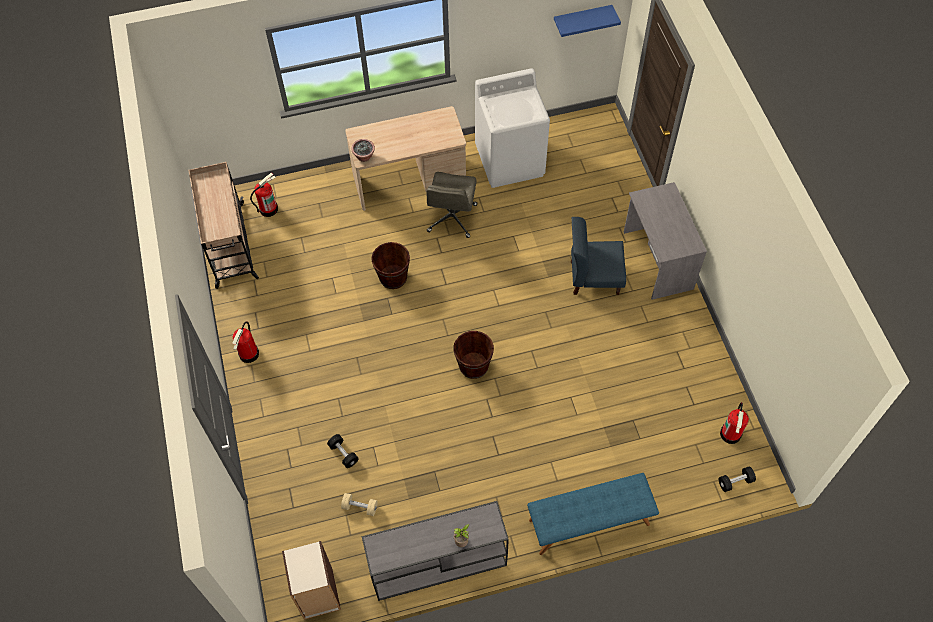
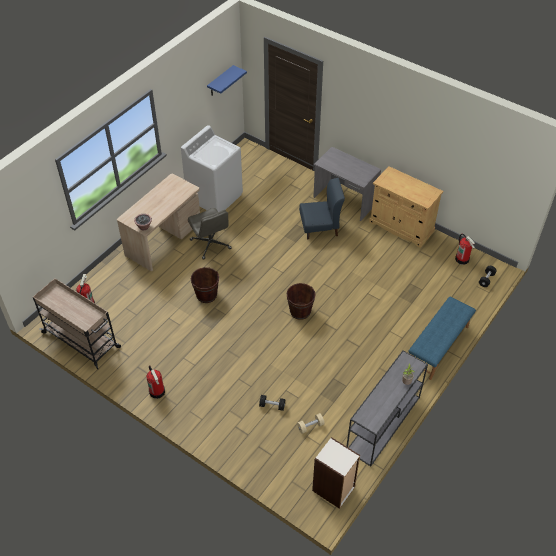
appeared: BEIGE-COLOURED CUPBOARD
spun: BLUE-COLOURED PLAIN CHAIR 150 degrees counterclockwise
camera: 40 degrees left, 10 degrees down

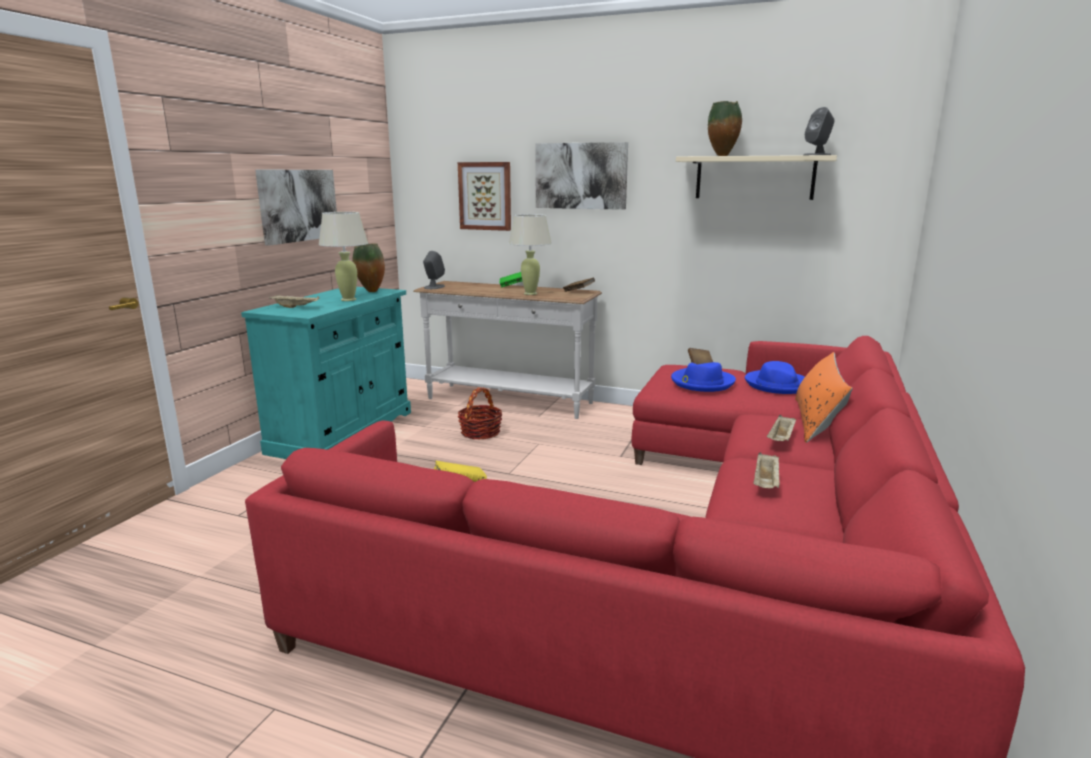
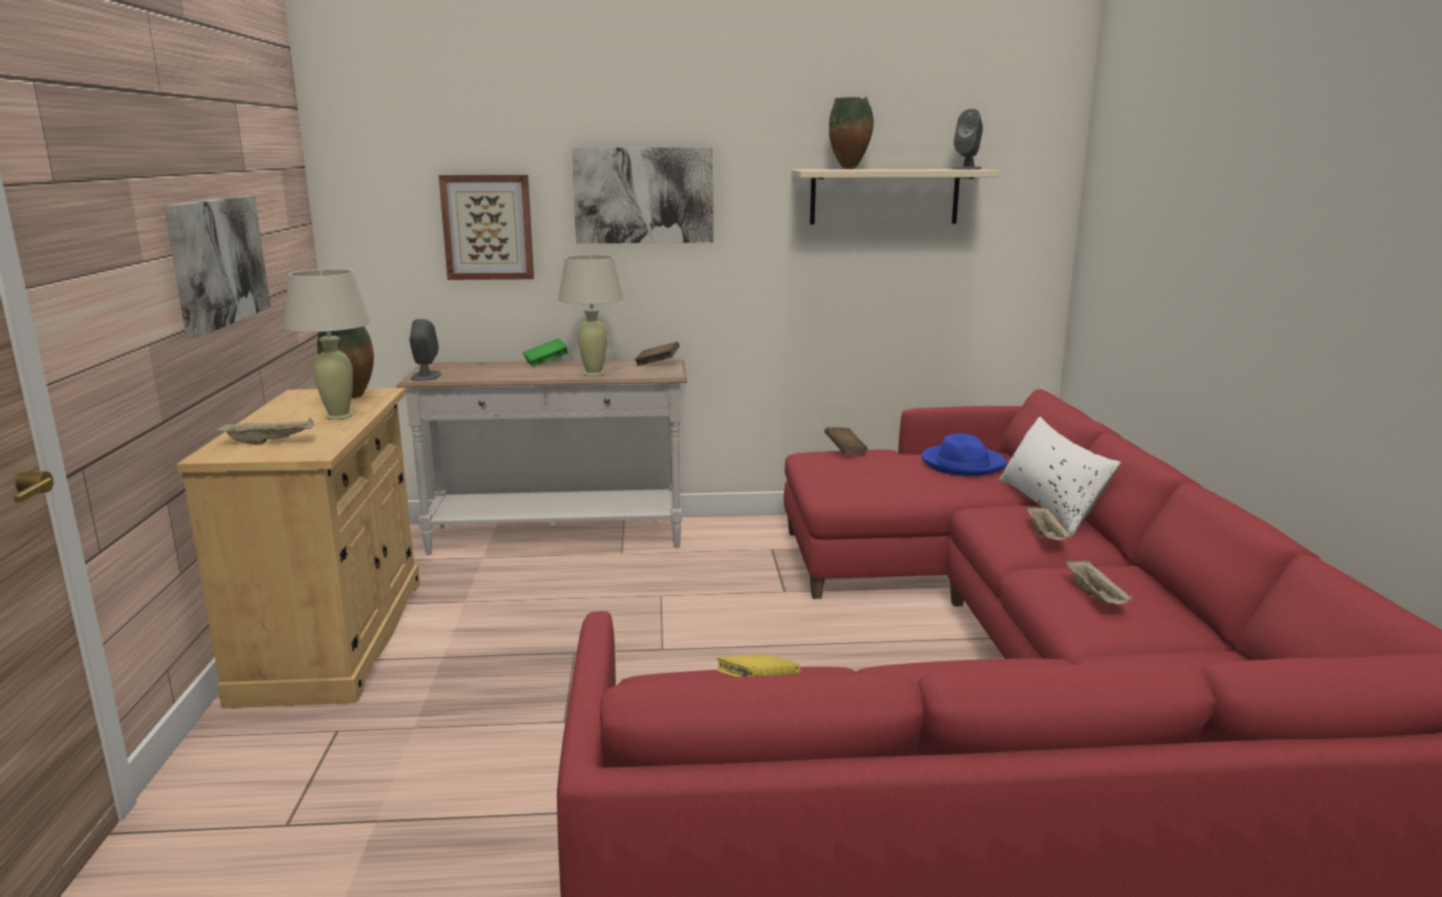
missing: STORAGE BASKET; BLUE-COLOURED CLOTHING HAT (no. 1 from left)
colour: BLUE-GREEN CUPBOARD to BEIGE-COLOURED CUPBOARD; ORANGE-COLOURED PILLOW to WHITISH PILLOW
camera: 25 degrees left, 0 degrees up

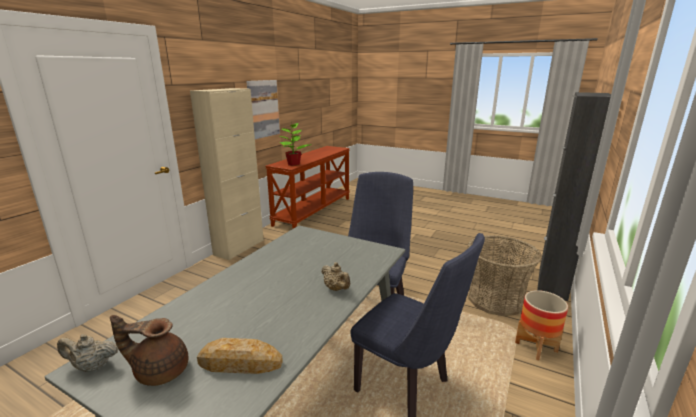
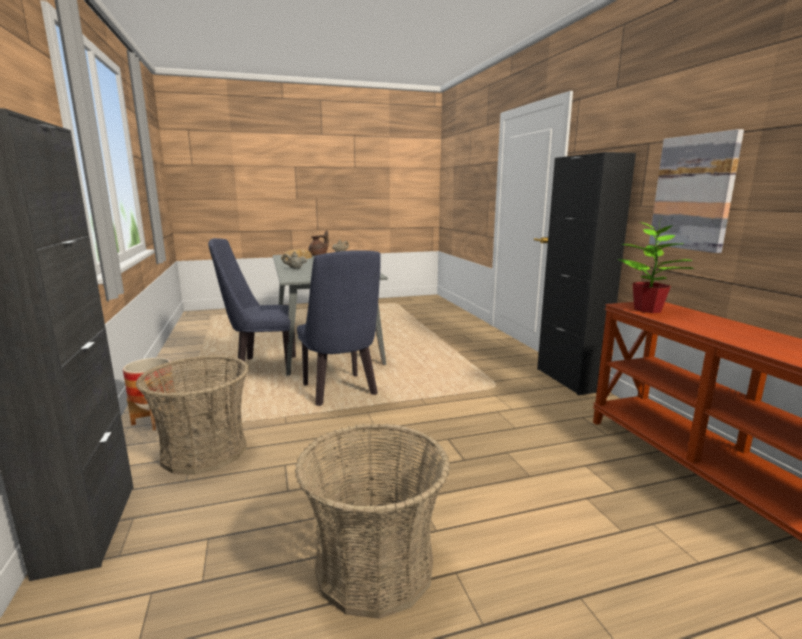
appeared: STORAGE BASKET (no. 2 from left)
colour: BEIGE-COLOURED CUPBOARD to BLACK-COLOURED CUPBOARD (no. 2 from left)
camera: 135 degrees right, 5 degrees down

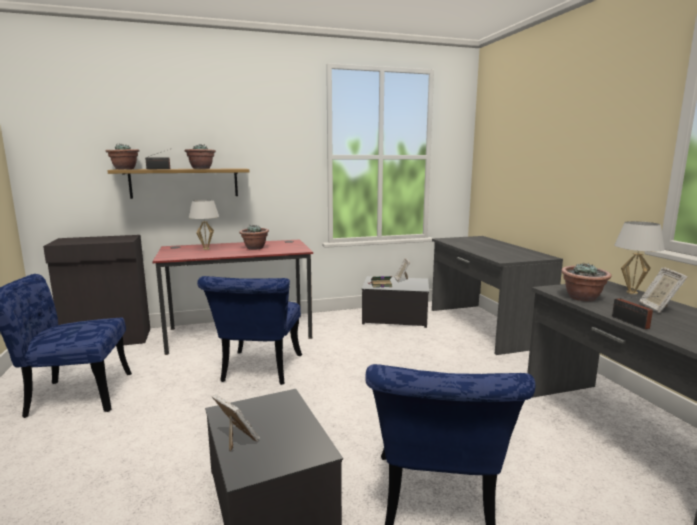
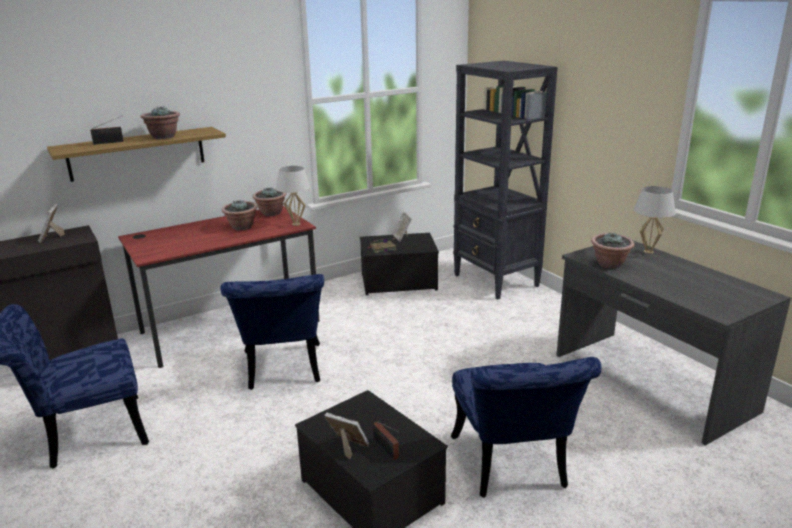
relocated: HOUSEPLANT (no. 1 from left in the first image) to HOUSEPLANT (no. 3 from left); WHITISH TABLETOP LAMP (no. 1 from left); RADIO RECEIVER (no. 2 from left); PICTURE FRAME (no. 3 from left in the first image) to PICTURE FRAME (no. 1 from left)
exchanged: GREYISH DESK UNIT (no. 1 from left) to BLACK-COLOURED BOOKCASE
camera: 15 degrees left, 10 degrees up

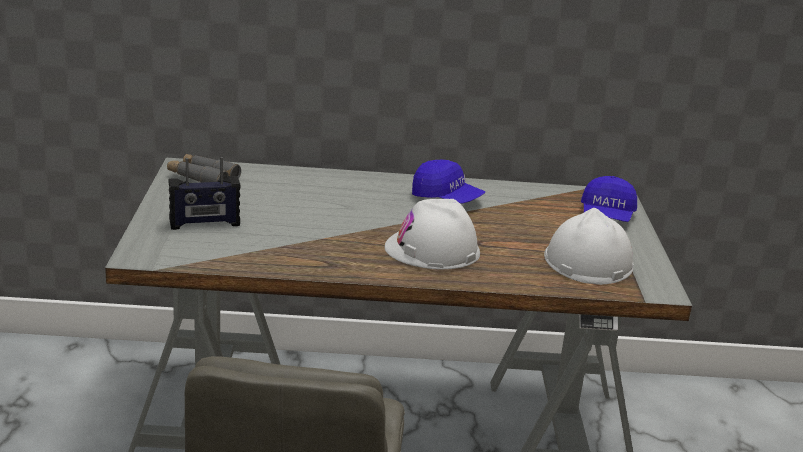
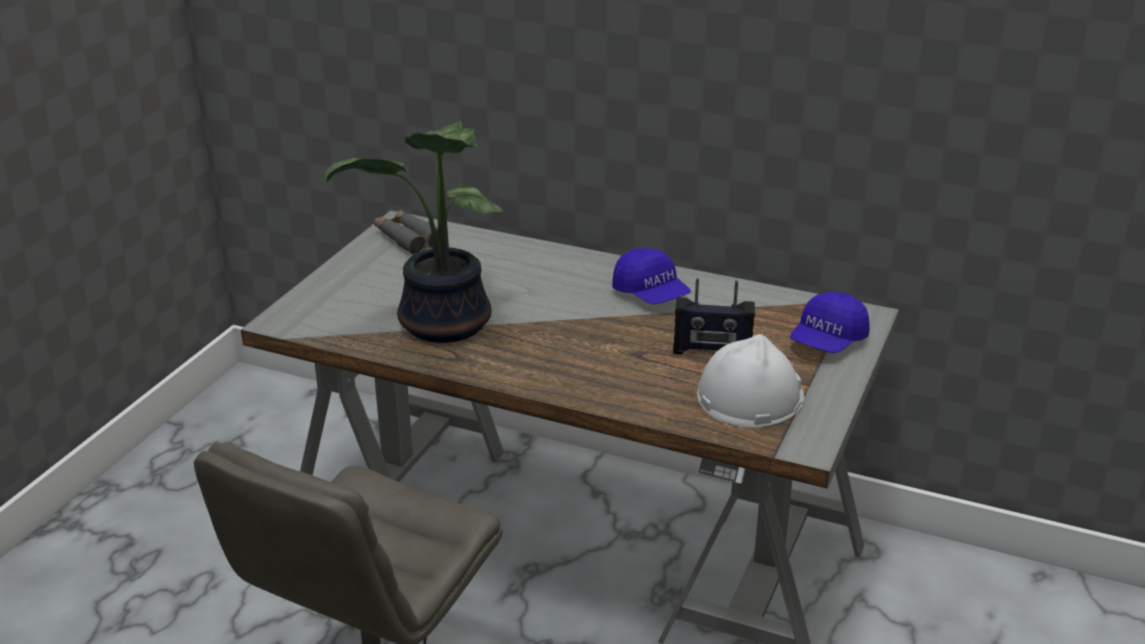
missing: WHITISH HARD HAT (no. 1 from left)
appeared: HOUSEPLANT
relocated: RADIO RECEIVER
camera: 25 degrees right, 5 degrees up

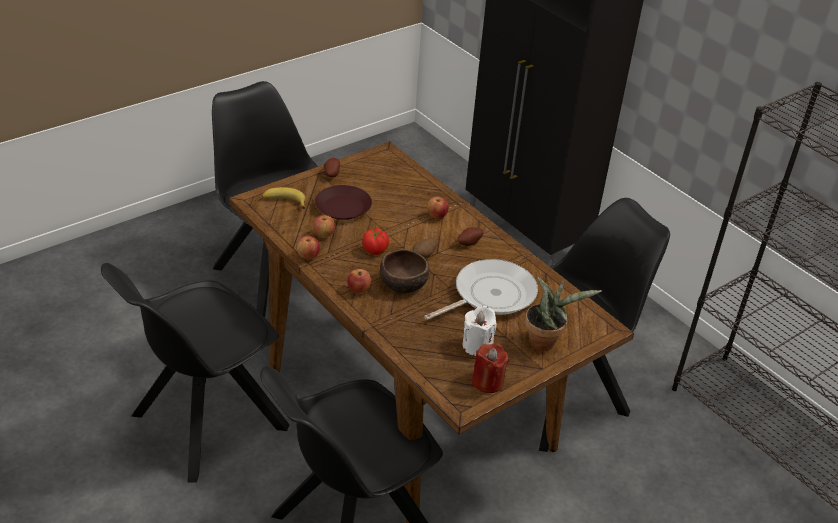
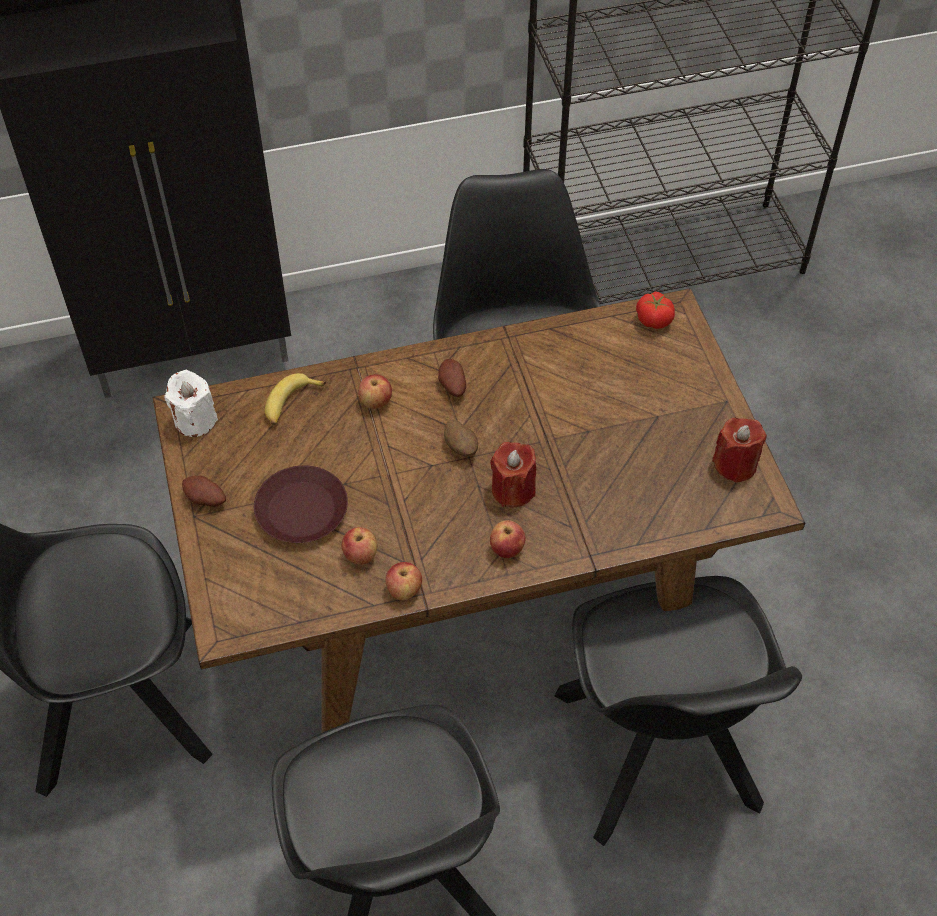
missing: SKILLET; HOUSEPLANT
relocated: BANANA; WHOLE TOMATO; WHITISH WAX CANDLE
exchanged: BROWN SERVING BOWL to REDDISH WAX CANDLE (no. 1 from left)
camera: 65 degrees left, 15 degrees up

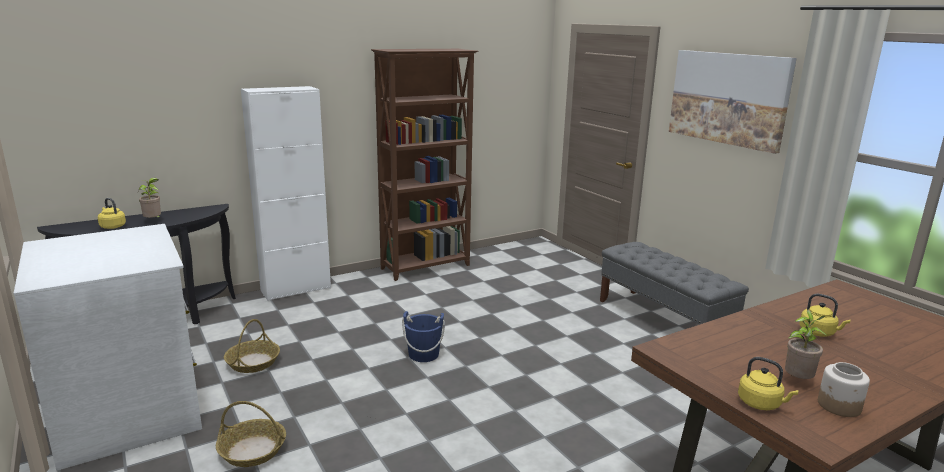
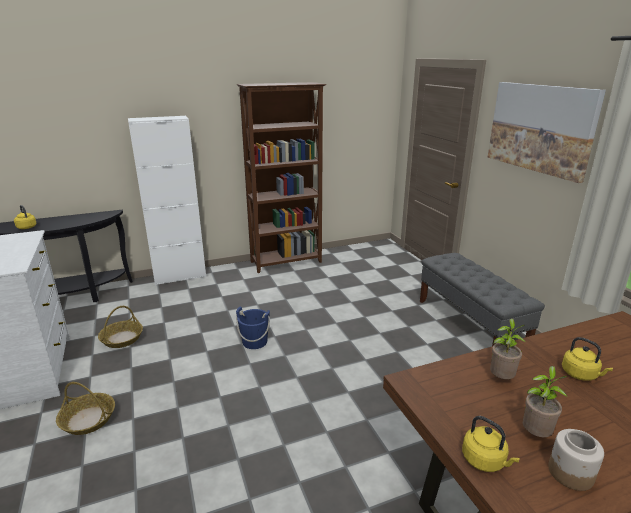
relocated: HOUSEPLANT (no. 1 from left)
camera: 10 degrees right, 5 degrees up

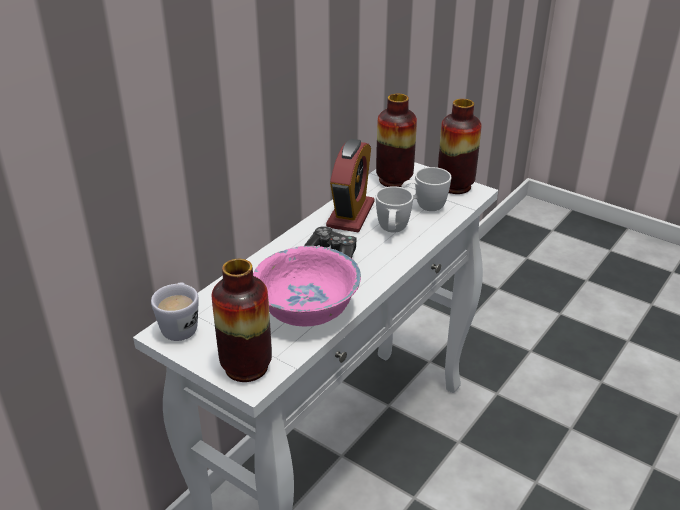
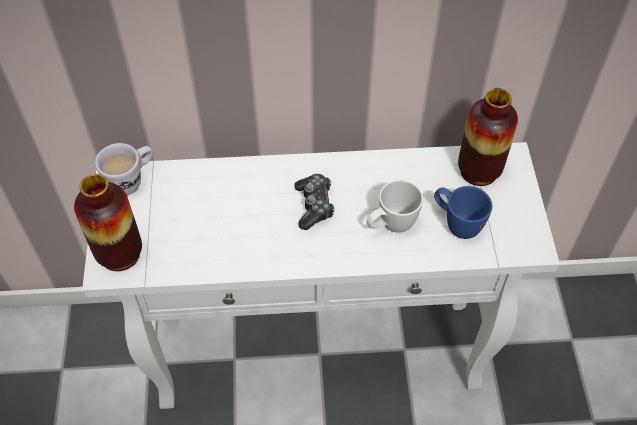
missing: PINK SERVING BOWL; ALARM CLOCK; DECORATIVE VASE (no. 3 from left)
colour: WHITISH TEA MUG (no. 3 from left) to BLUE-COLOURED TEA MUG
camera: 50 degrees right, 20 degrees up

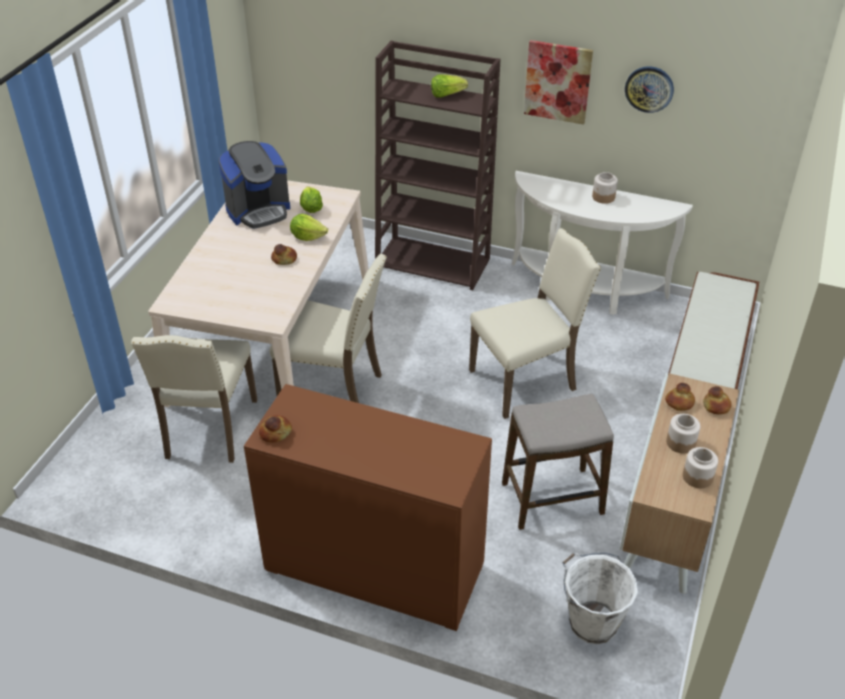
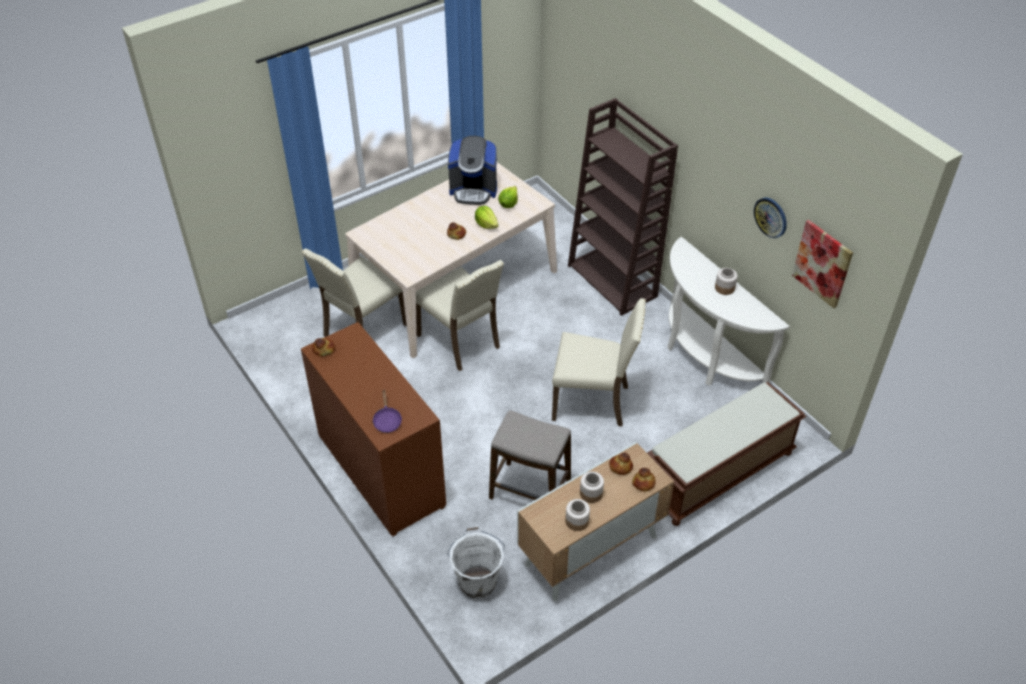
missing: LETTUCE HEAD (no. 3 from left)
appeared: PURPLE SKILLET
relocated: WALL ART
camera: 35 degrees right, 5 degrees up

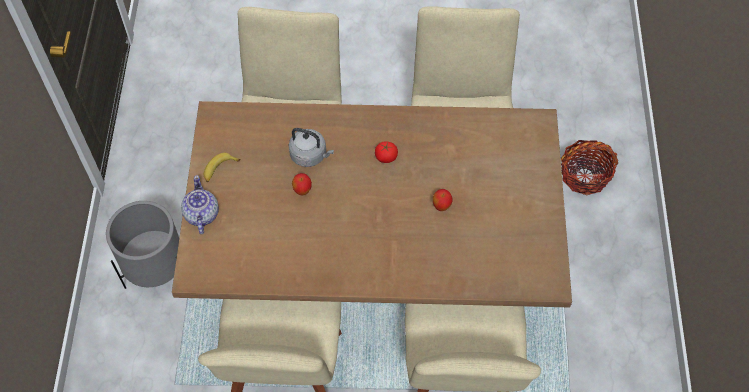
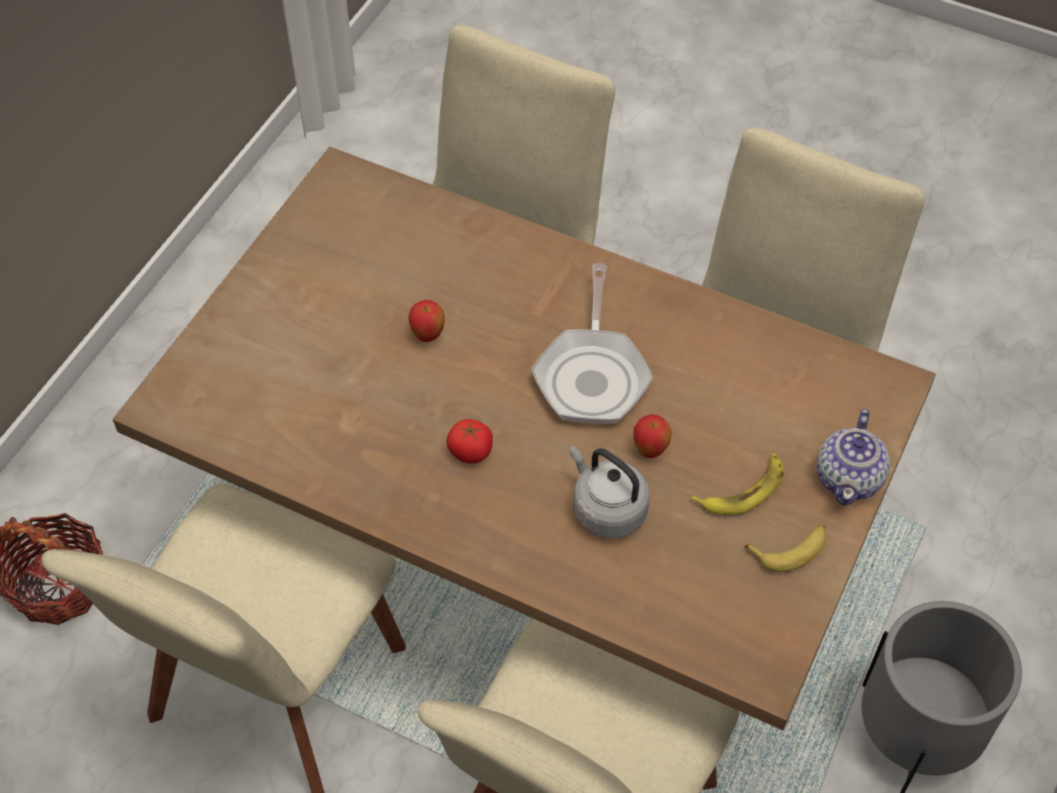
appeared: SKILLET; BANANA (no. 1 from left)
camera: 155 degrees left, 5 degrees down

